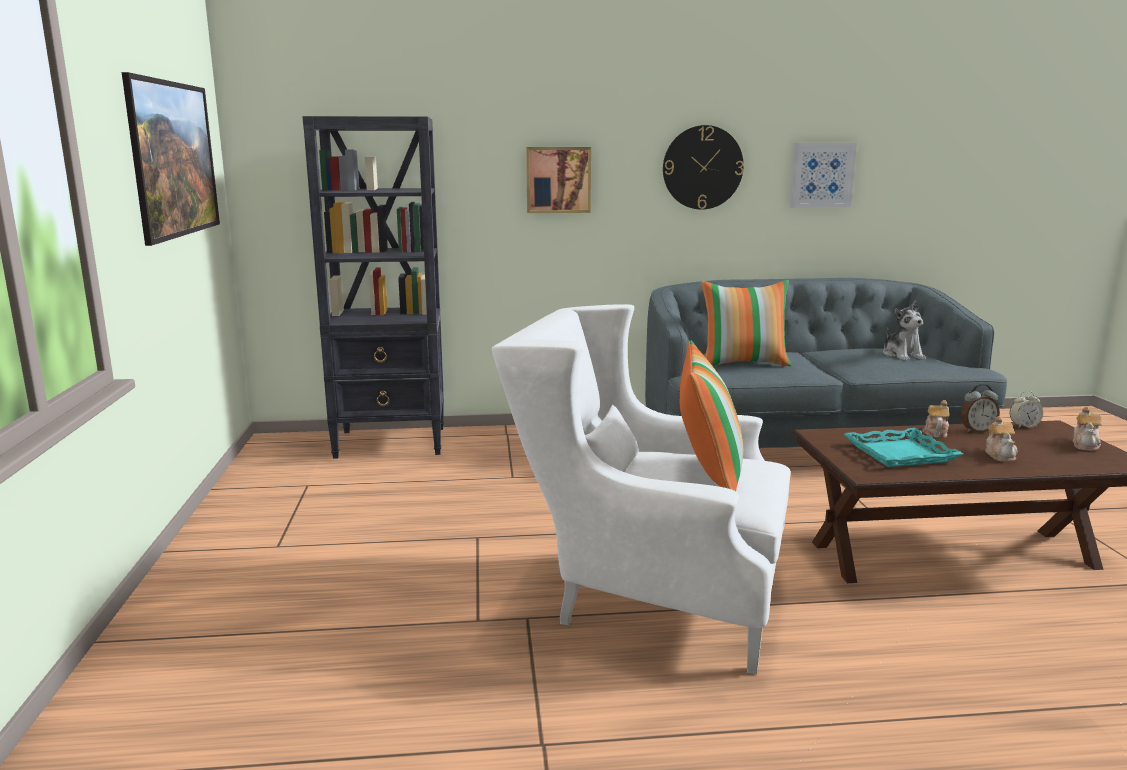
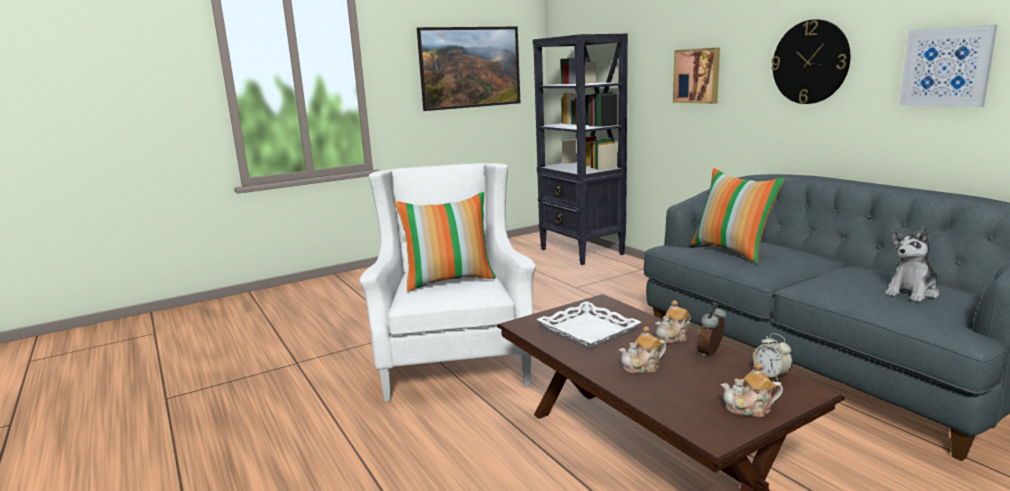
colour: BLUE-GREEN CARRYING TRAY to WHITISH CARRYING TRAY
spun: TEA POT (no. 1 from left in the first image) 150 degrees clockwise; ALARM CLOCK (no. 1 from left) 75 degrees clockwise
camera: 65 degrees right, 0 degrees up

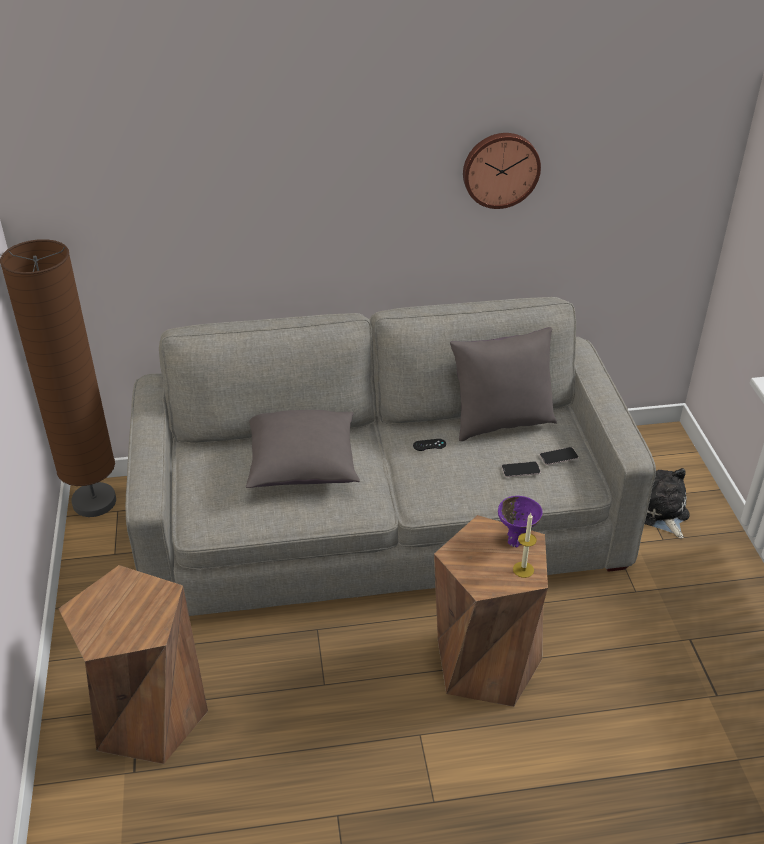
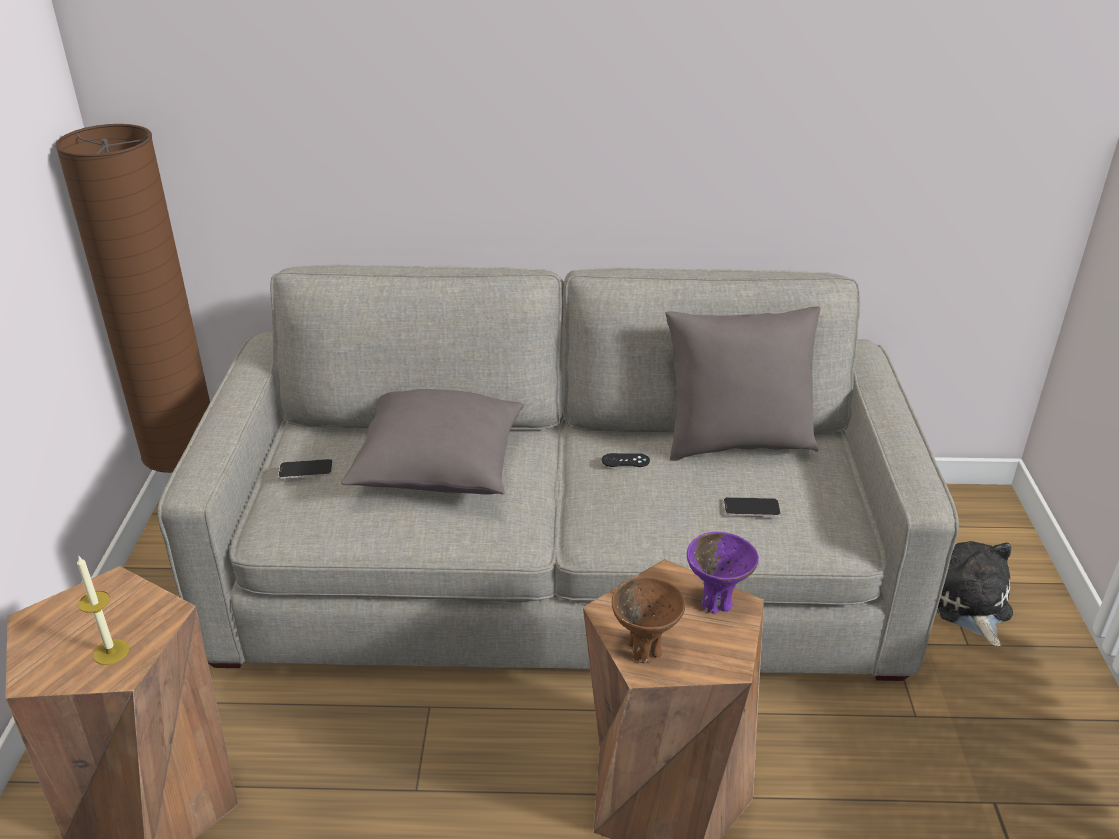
missing: WALL CLOCK
appeared: BROWN SERVING BOWL
relocated: WAX CANDLE; PHONE (no. 2 from left in the first image) to PHONE (no. 1 from left)
camera: 10 degrees right, 5 degrees down

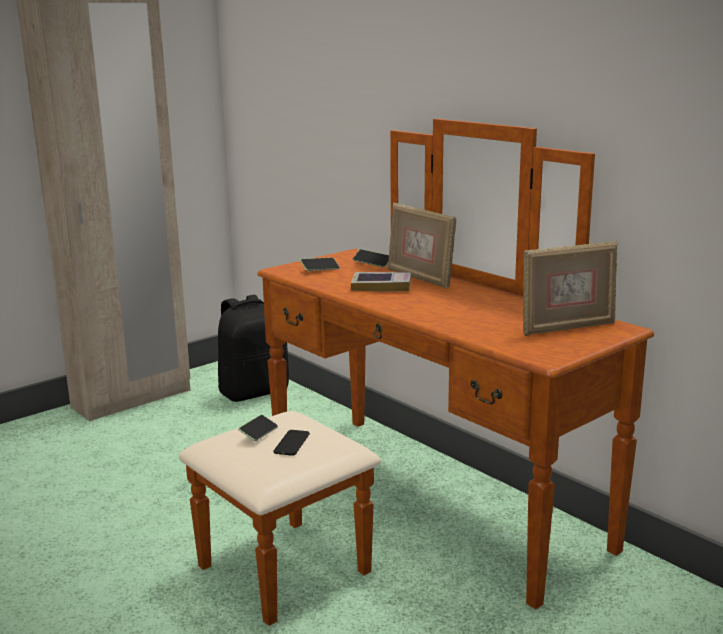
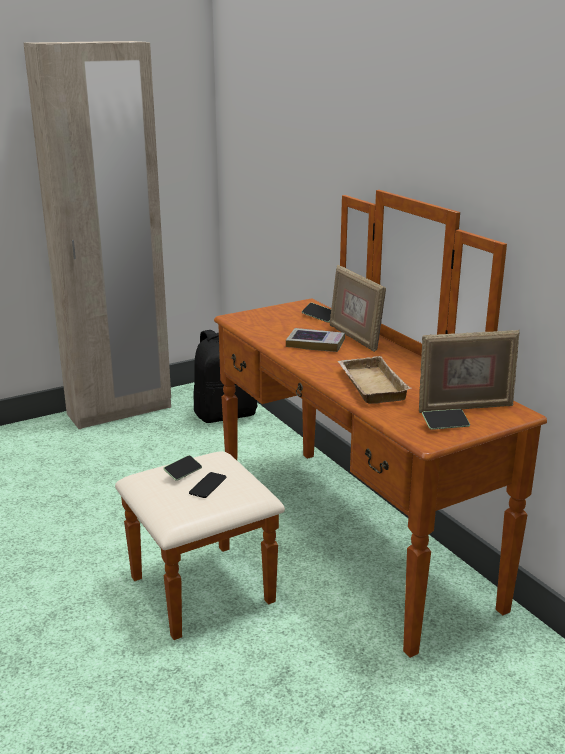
appeared: BEIGE-COLOURED CARRYING TRAY
relocated: PHONE (no. 3 from left in the first image) to PHONE (no. 4 from left)
camera: 10 degrees right, 5 degrees up

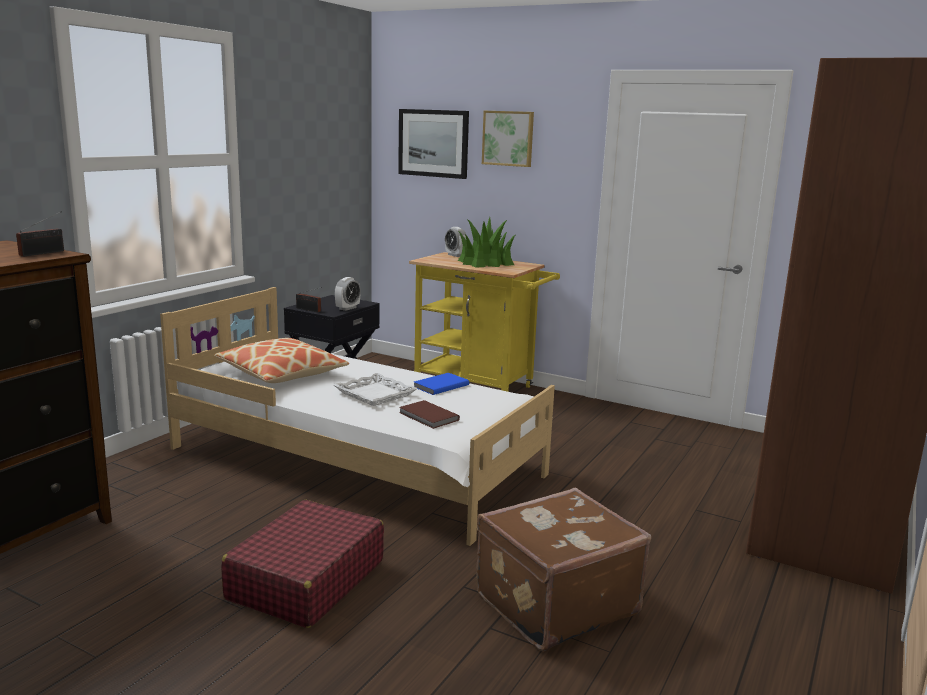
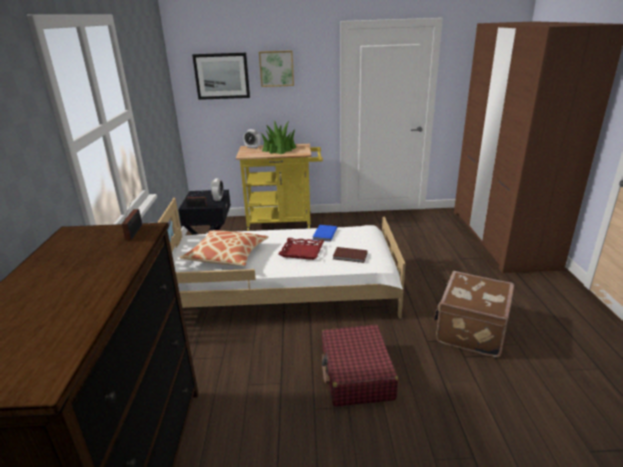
colour: WHITISH CARRYING TRAY to REDDISH CARRYING TRAY
camera: 30 degrees left, 10 degrees up

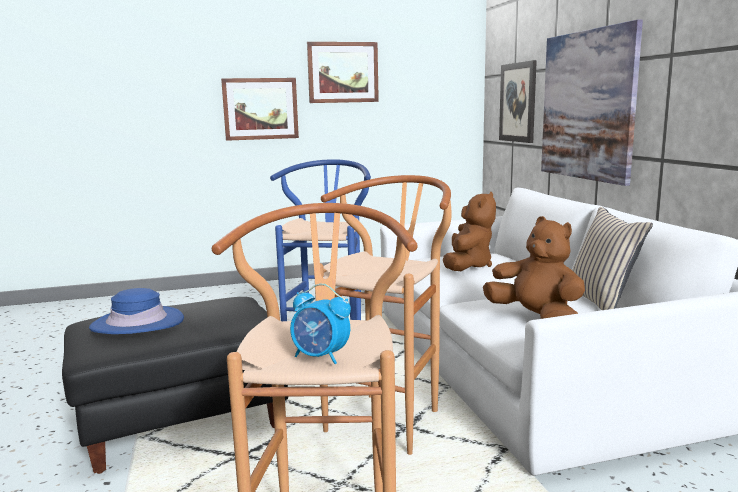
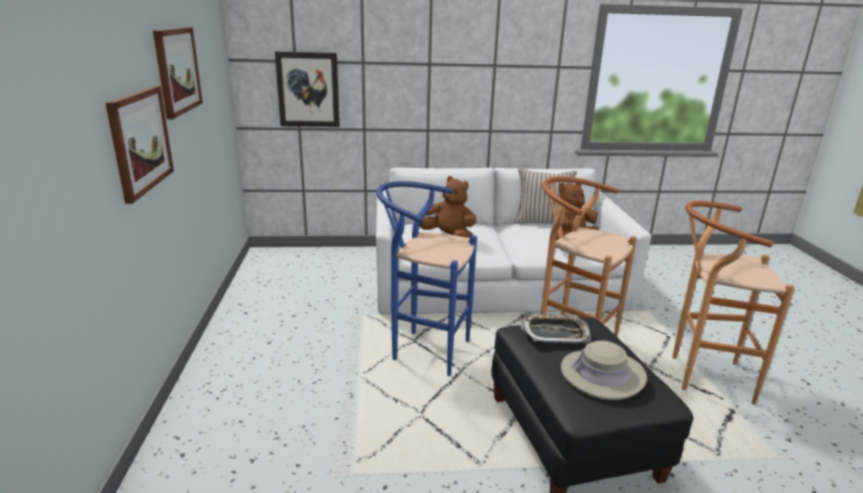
missing: ALARM CLOCK; WALL ART (no. 4 from left)
appeared: CARRYING TRAY
colour: BLUE-COLOURED CLOTHING HAT to BEIGE-COLOURED CLOTHING HAT
camera: 80 degrees left, 10 degrees up

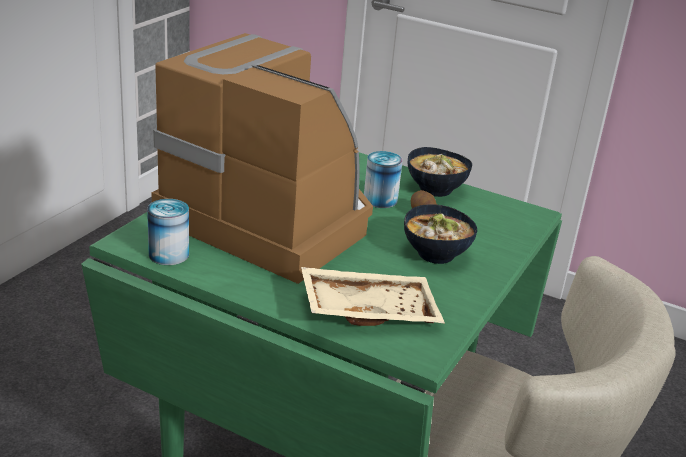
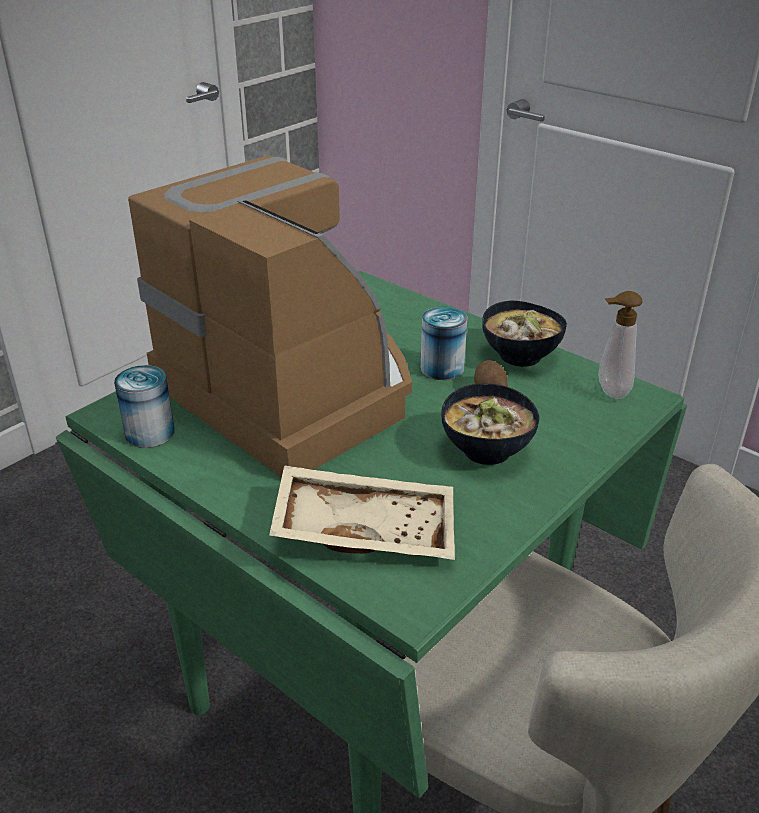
appeared: SOAP BOTTLE
camera: 15 degrees right, 5 degrees up

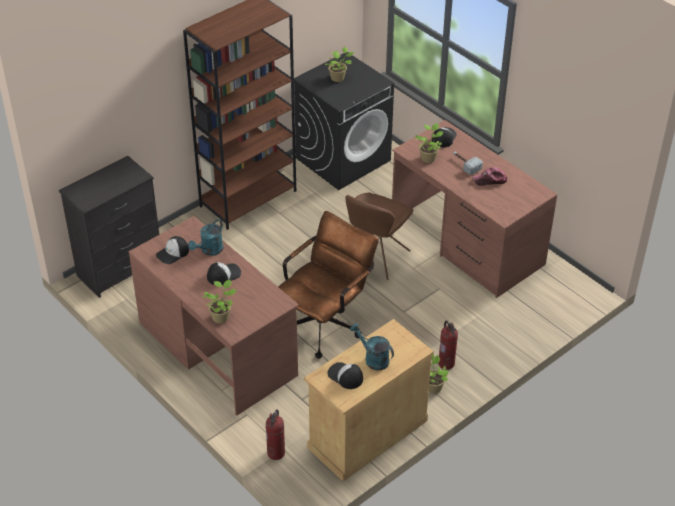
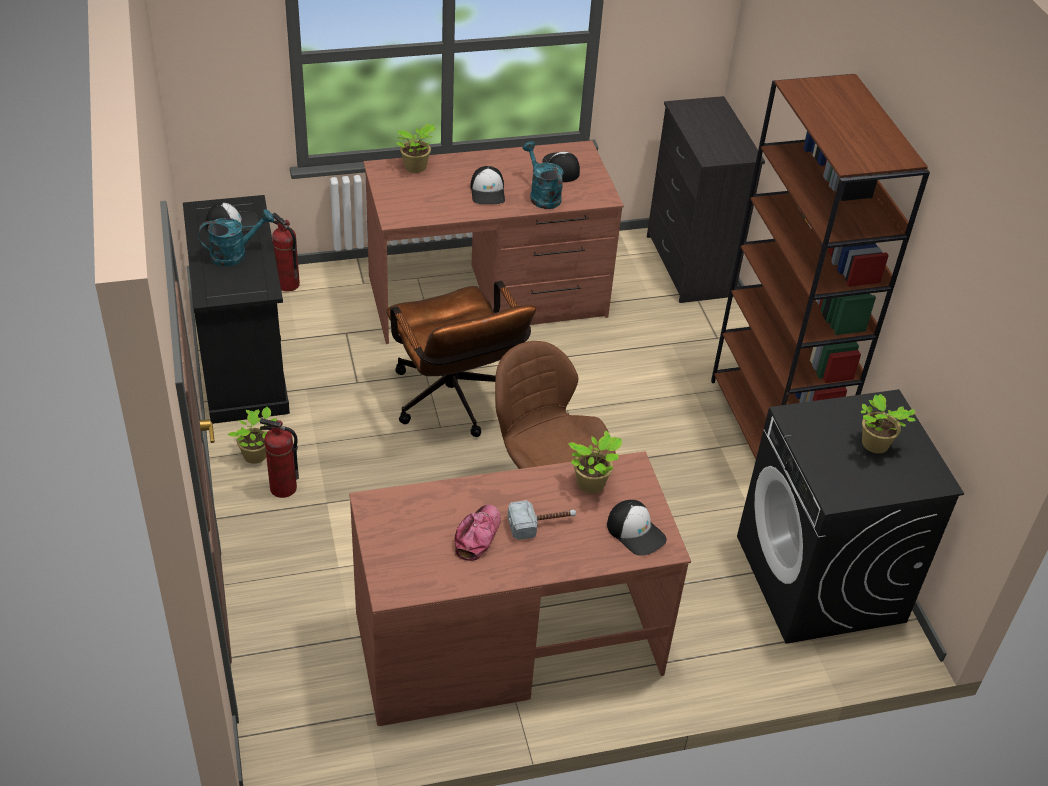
colour: BEIGE-COLOURED CUPBOARD to BLACK-COLOURED CUPBOARD
camera: 115 degrees right, 0 degrees up

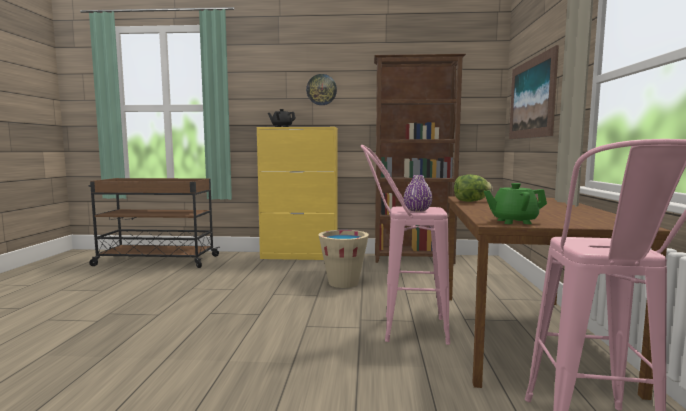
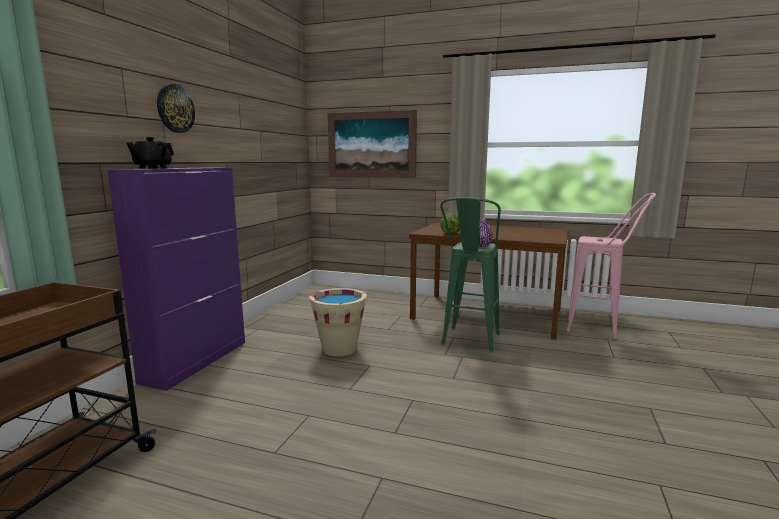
missing: BROWN BOOKCASE; GREEN TEA POT
colour: YELLOWISH CUPBOARD to PURPLE CUPBOARD; PINK STOOL SEAT (no. 1 from left) to GREEN STOOL SEAT
camera: 75 degrees left, 5 degrees up

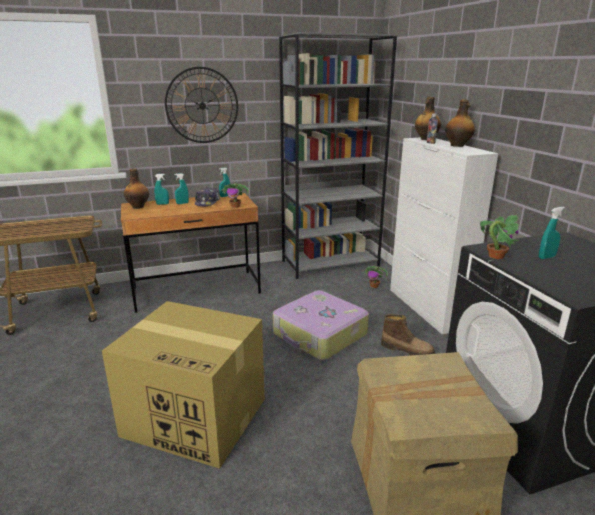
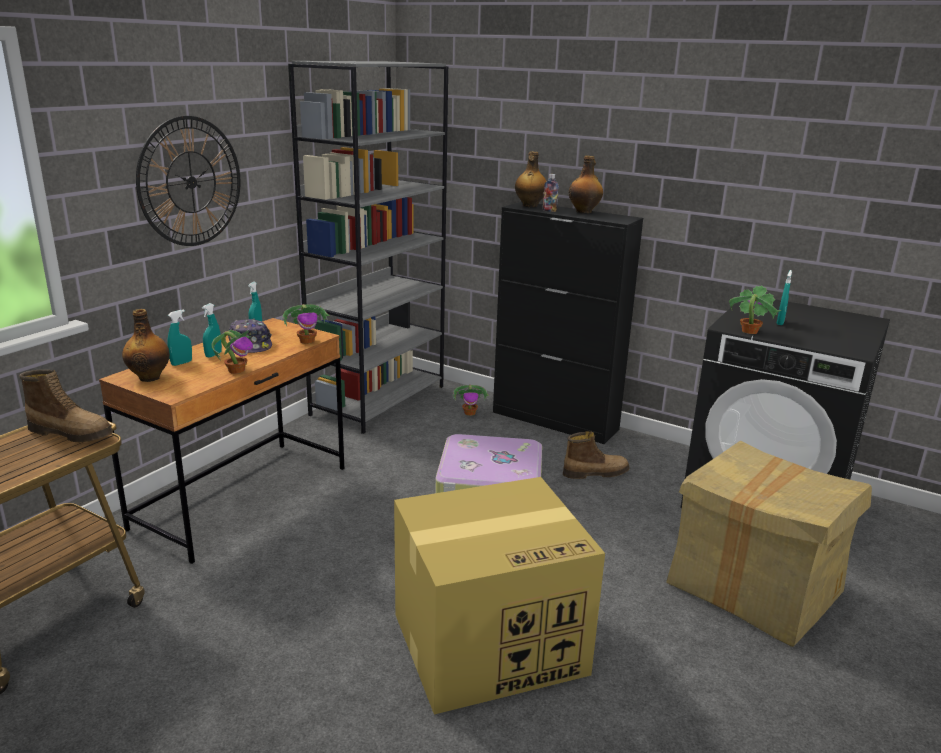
appeared: TALL BOOT (no. 1 from left); HOUSEPLANT (no. 1 from left)
colour: WHITISH CUPBOARD to BLACK-COLOURED CUPBOARD
camera: 40 degrees left, 0 degrees up

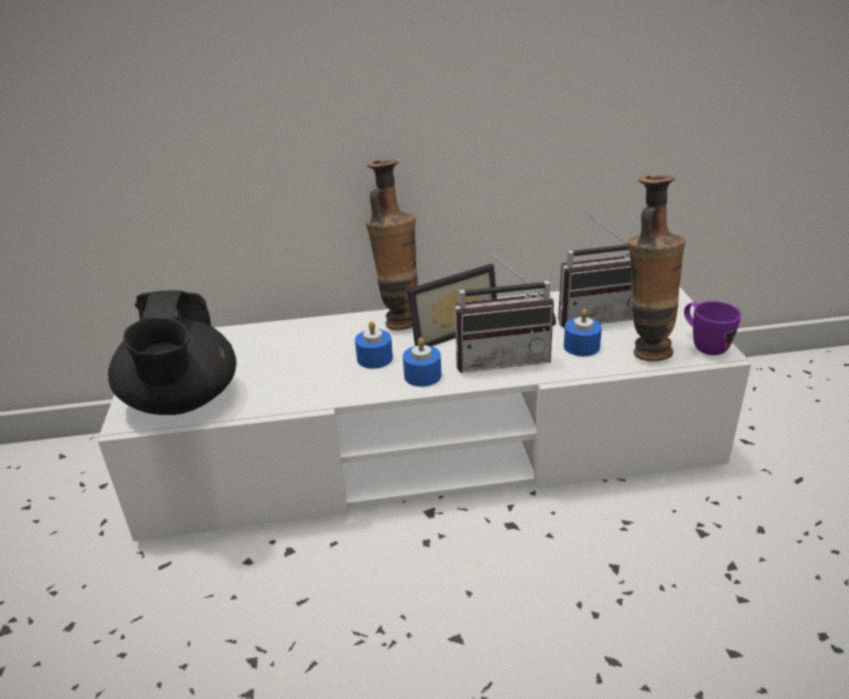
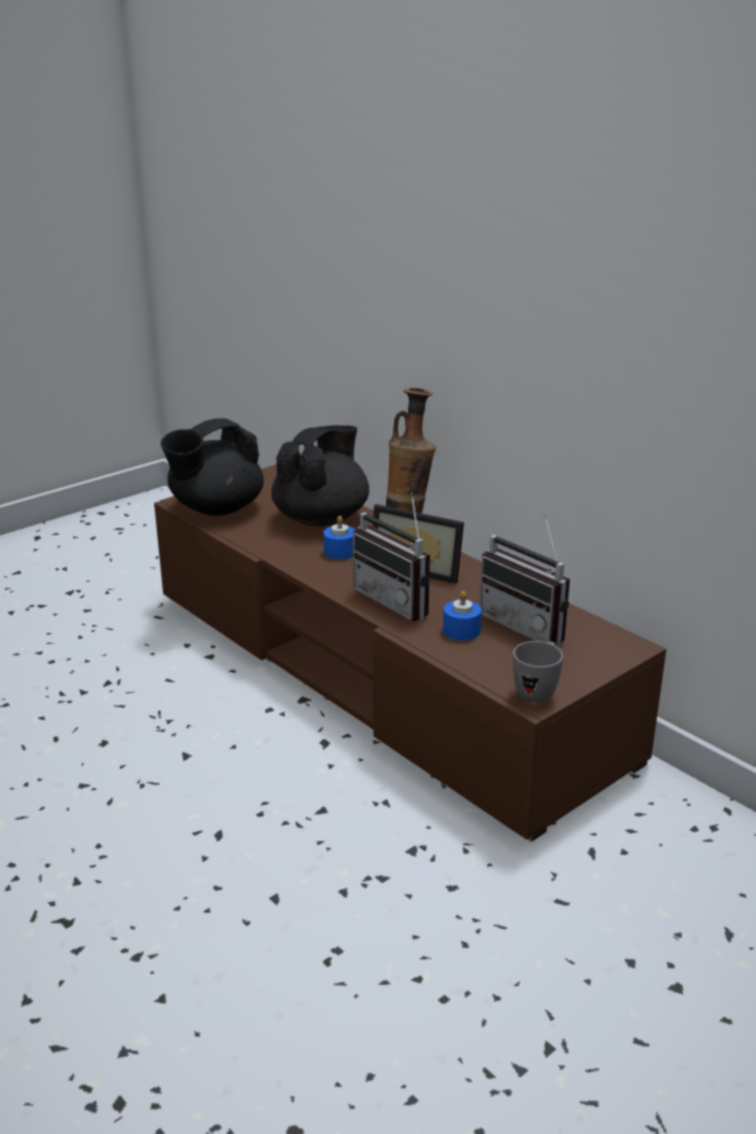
missing: BLUE-COLOURED WAX CANDLE (no. 2 from left); DECORATIVE VASE (no. 2 from left)
appeared: BLACK-COLOURED TEA POT (no. 2 from left)
colour: WHITISH MEDIA CONSOLE to BROWN MEDIA CONSOLE; PURPLE TEA MUG to GREYISH TEA MUG
camera: 55 degrees right, 5 degrees down

